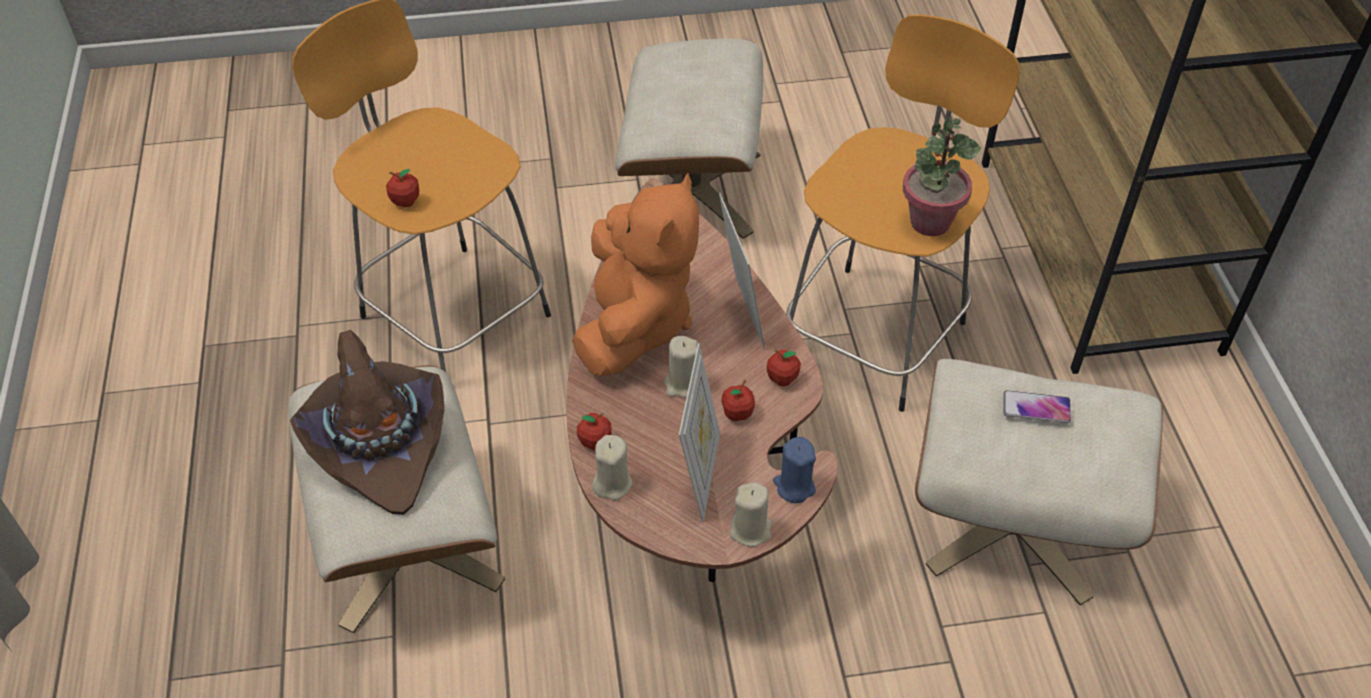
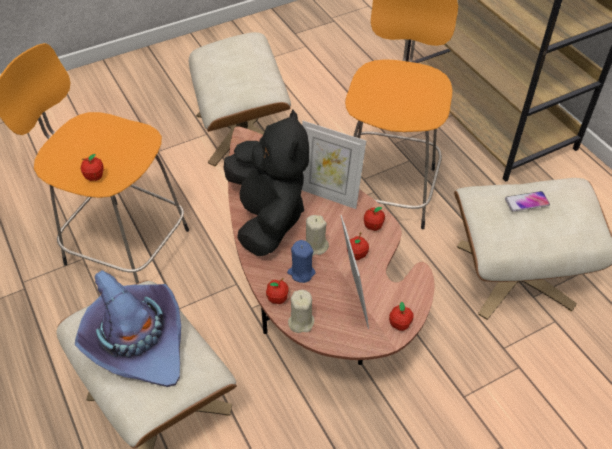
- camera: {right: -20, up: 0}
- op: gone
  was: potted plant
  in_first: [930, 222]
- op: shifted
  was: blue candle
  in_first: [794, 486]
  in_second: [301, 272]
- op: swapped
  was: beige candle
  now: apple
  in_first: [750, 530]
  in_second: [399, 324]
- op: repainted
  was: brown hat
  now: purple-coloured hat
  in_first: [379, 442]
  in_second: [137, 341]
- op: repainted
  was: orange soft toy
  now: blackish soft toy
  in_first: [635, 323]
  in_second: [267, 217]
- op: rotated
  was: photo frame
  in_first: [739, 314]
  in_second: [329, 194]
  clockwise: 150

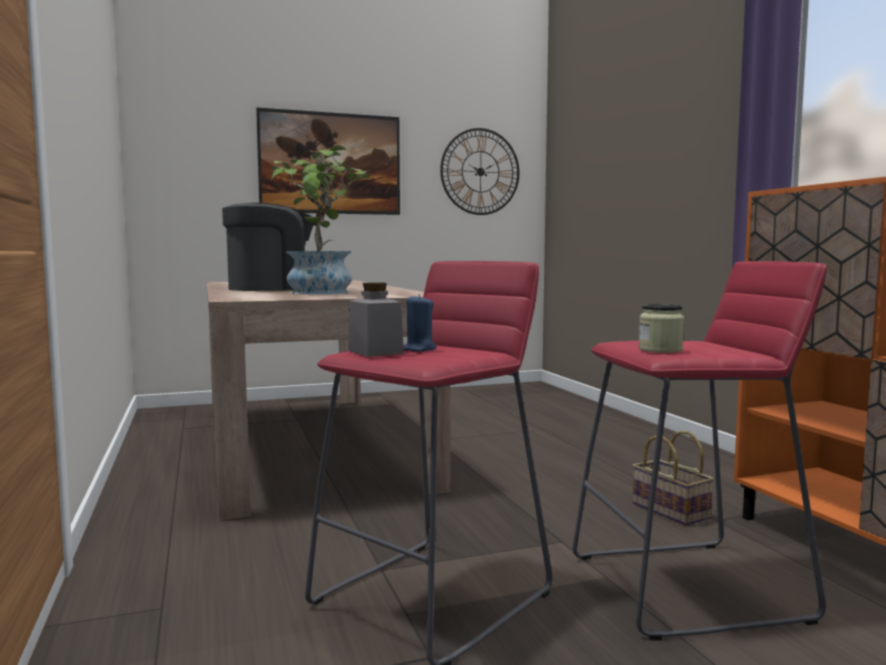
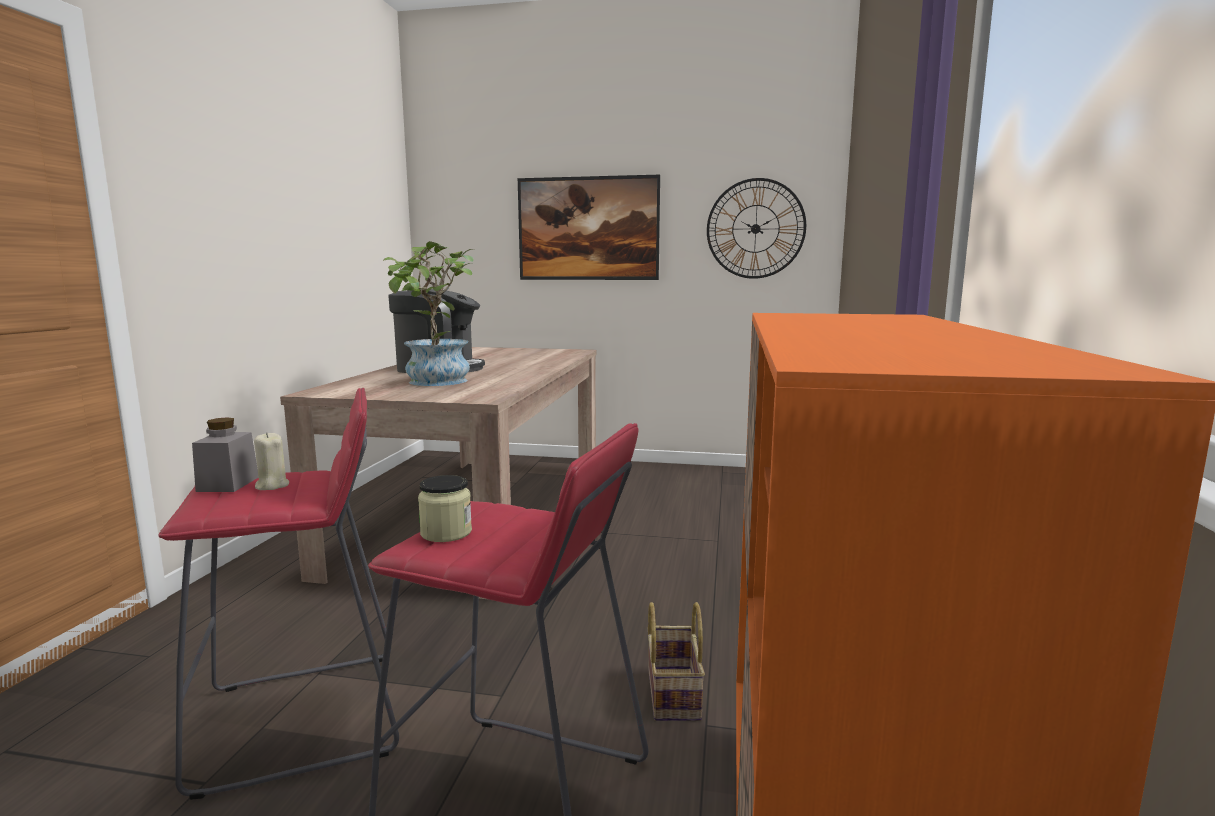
- camera: {right: 30, up: 5}
- op: repainted
  was: blue candle
  now: beige candle
  in_first: [418, 349]
  in_second: [272, 485]

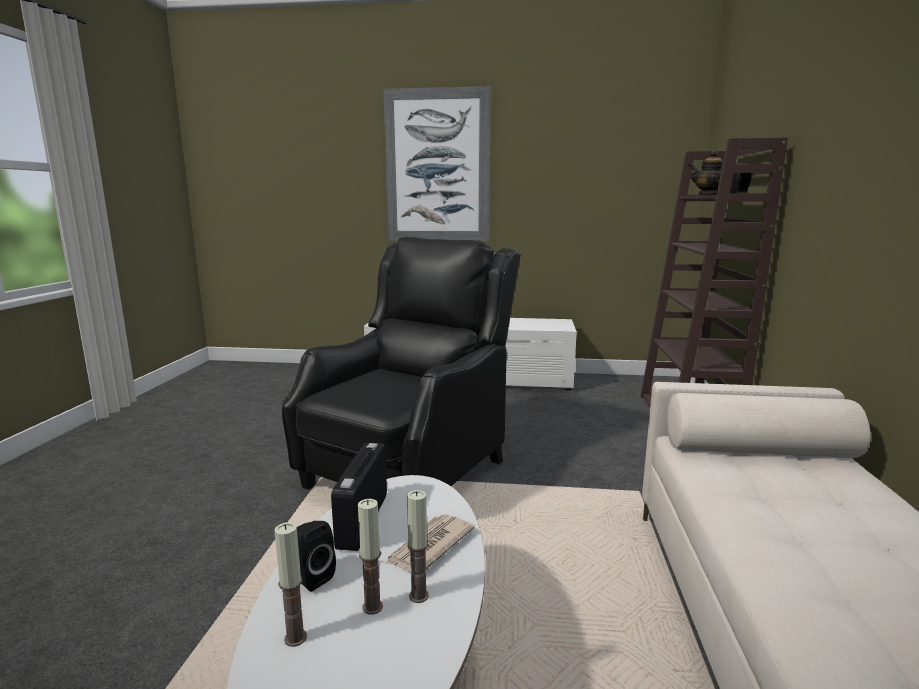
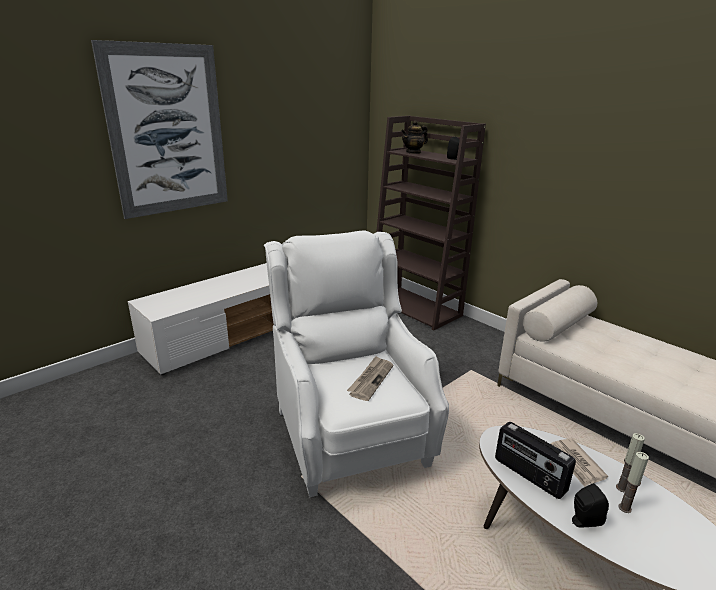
- camera: {right: -50, up: 10}
- op: gone
  was: candle
  in_first: [295, 638]
- op: new
  now: newspaper
  in_second: [371, 379]
- op: repainted
  was: blackish armchair
  now: whitish armchair
  in_first: [410, 470]
  in_second: [349, 433]

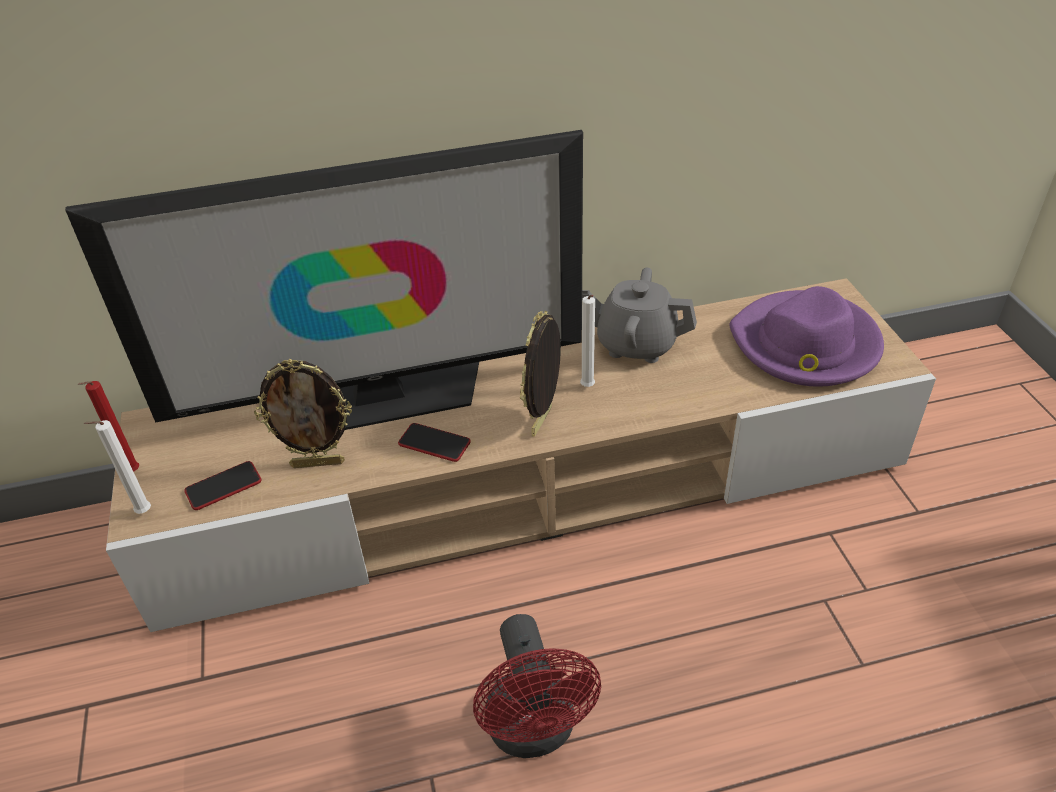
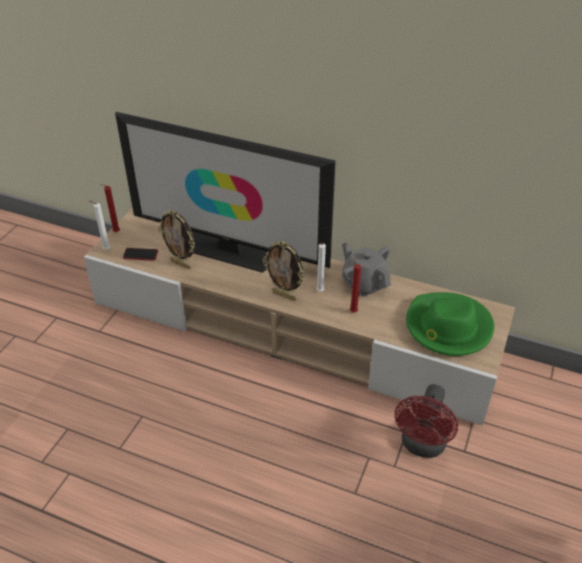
- camera: {right: 35, up: 0}
- op: gone
  was: phone
  in_first: [434, 443]
- op: new
  now: reddish candle
  in_second: [352, 311]
- op: shifted
  was: reddish electric fan
  in_first: [534, 732]
  in_second: [422, 446]
- op: repainted
  was: purple-coloured hat
  now: green-coloured hat
  in_first: [805, 345]
  in_second: [447, 327]
- op: rotated
  was: photo frame
  in_first: [543, 421]
  in_second: [284, 295]
  clockwise: -120

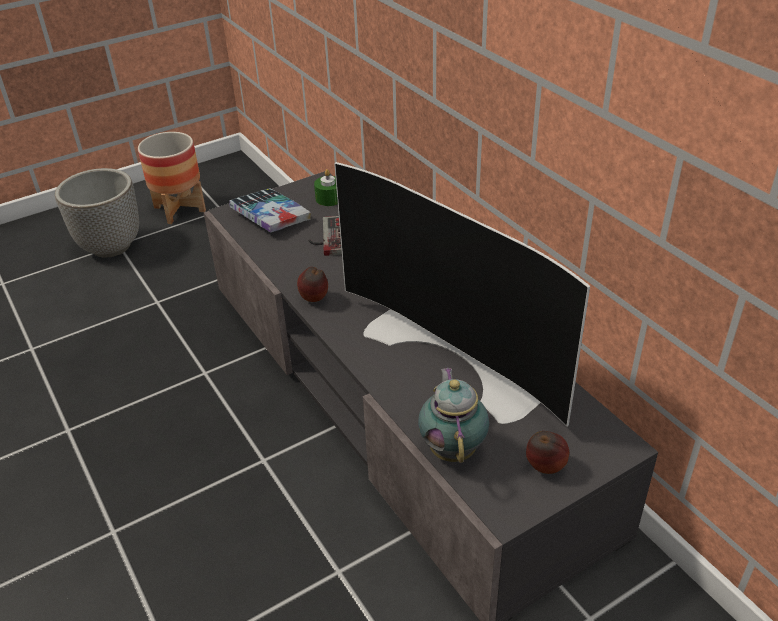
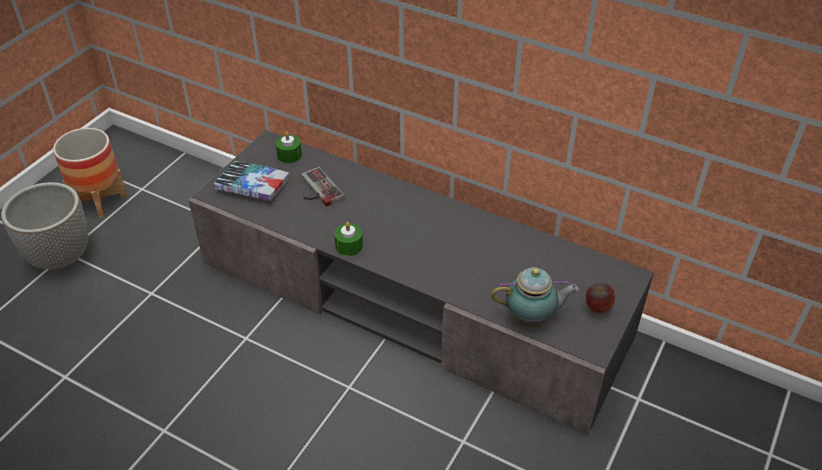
- camera: {right: -30, up: 5}
- op: gone
  was: TV set
  in_first: [459, 354]
- op: swapped
  was: apple
  now: green-coloured candle
  in_first: [314, 300]
  in_second: [349, 246]
- op: rotated
  was: tea pot
  in_first: [453, 448]
  in_second: [531, 319]
  clockwise: 120

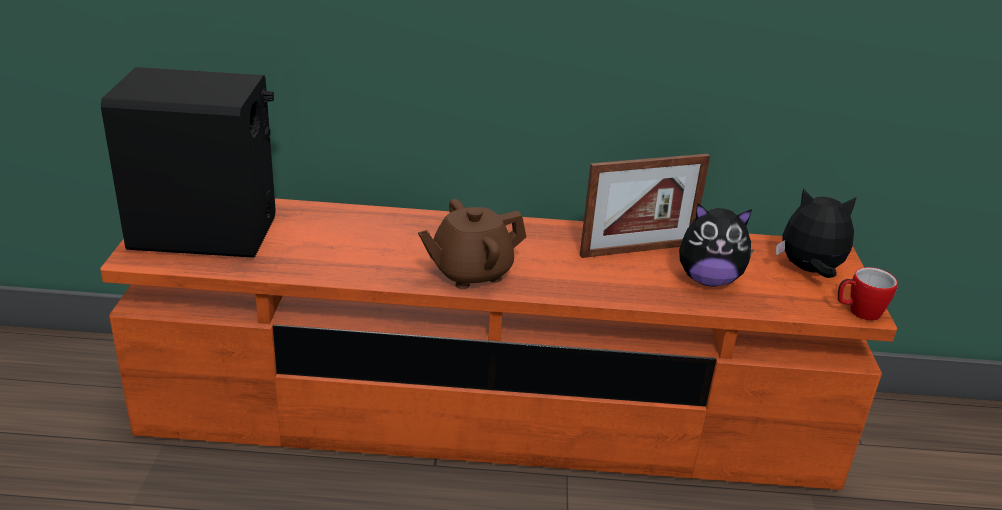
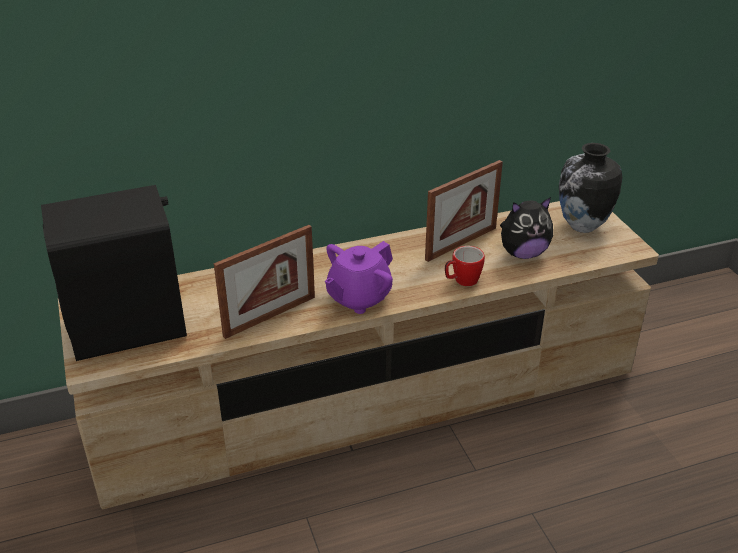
- camera: {right: -20, up: 5}
- op: new
  now: photo frame
  in_second: [270, 316]
- op: shifted
  was: mug
  in_first: [858, 312]
  in_second: [462, 281]
- op: swapped
  was: soft toy
  now: flower vase
  in_first: [809, 271]
  in_second: [582, 226]
- op: repainted
  was: orange tv unit
  now: beige tv unit
  in_first: [490, 415]
  in_second: [369, 397]
- op: repainted
  was: brown tea pot
  now: purple-coloured tea pot
  in_first: [470, 272]
  in_second: [358, 298]

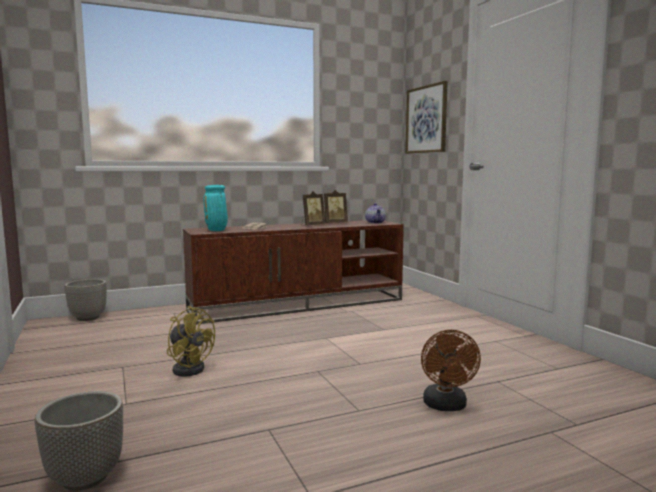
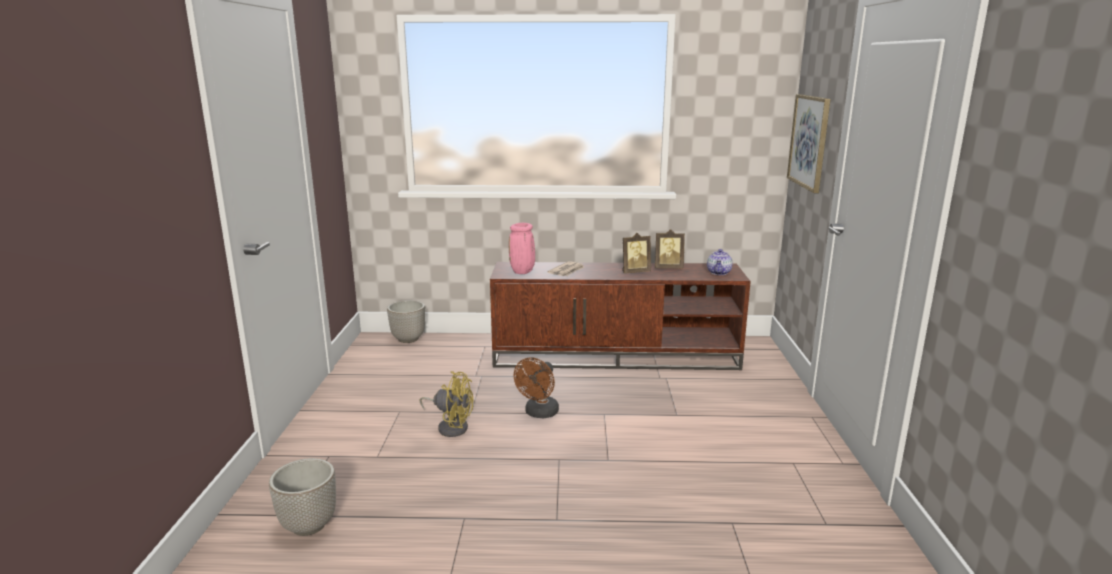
- camera: {right: 25, up: 10}
- op: shifted
  was: brown electric fan
  in_first: [446, 406]
  in_second: [539, 413]
- op: repainted
  was: turquoise flower vase
  now: pink flower vase
  in_first: [217, 230]
  in_second: [522, 272]
- op: rotated
  was: yellow-coloured electric fan
  in_first: [189, 368]
  in_second: [451, 426]
  clockwise: -45

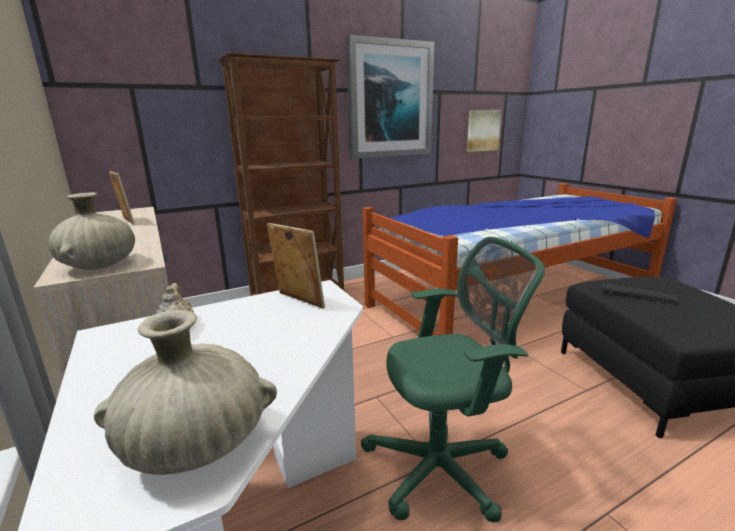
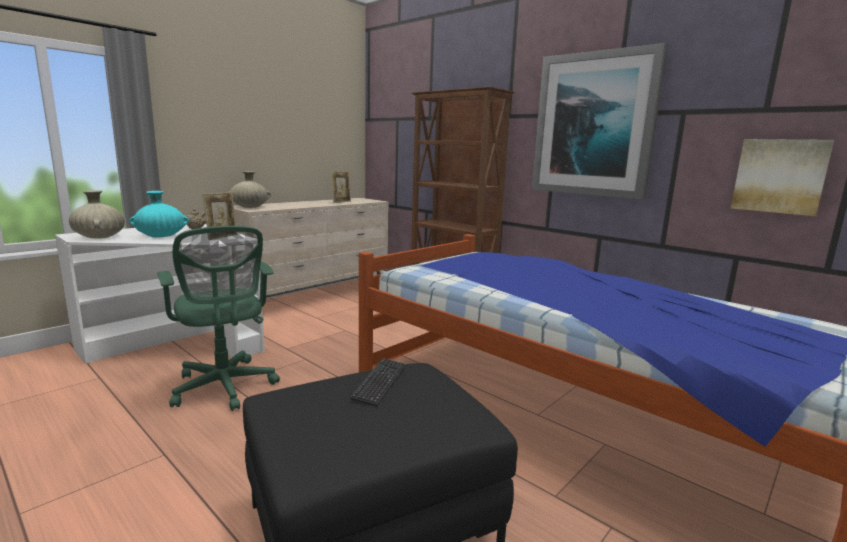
- camera: {right: 70, up: -5}
- op: new
  now: turquoise flower vase
  in_second: [161, 236]

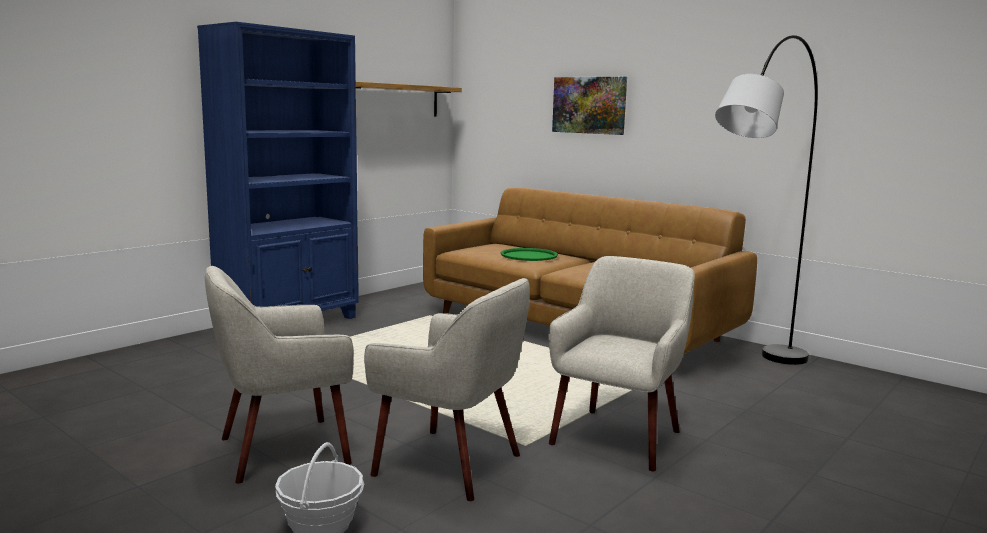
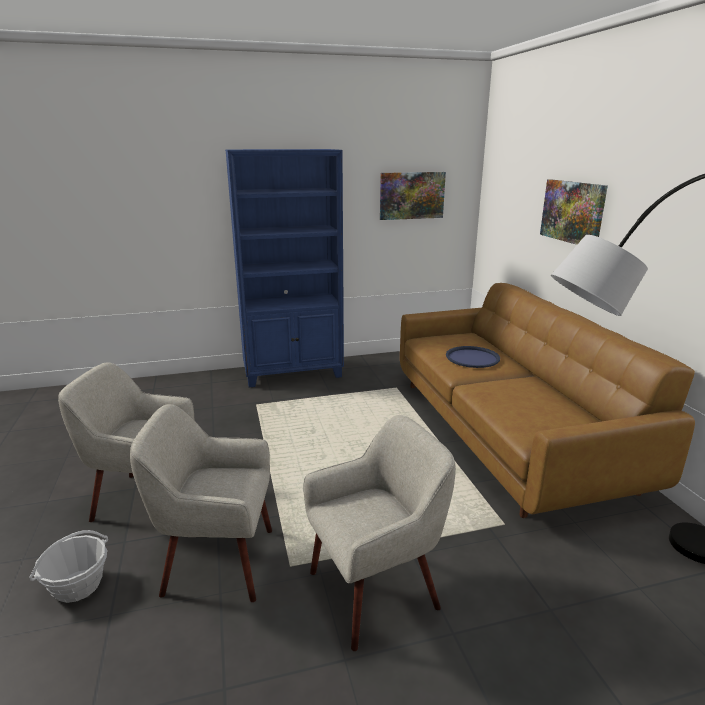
- camera: {right: 35, up: 10}
- op: swapped
  was: bracket shelf
  now: wall picture
  in_first: [393, 100]
  in_second: [411, 195]
- op: repainted
  was: green-coloured carrying tray
  now: blue carrying tray
  in_first: [529, 255]
  in_second: [472, 358]
- op: rotated
  was: beige armchair
  in_first: [450, 464]
  in_second: [217, 562]
  clockwise: 120

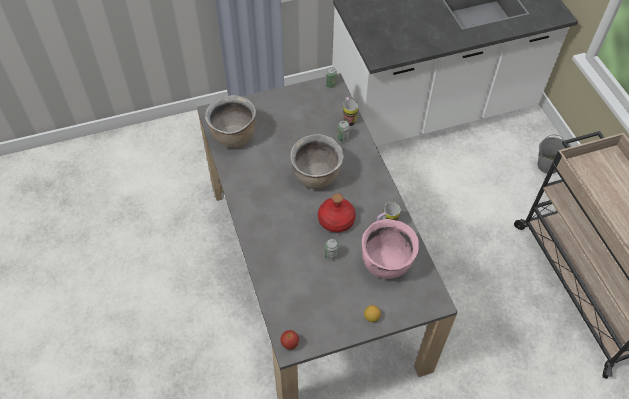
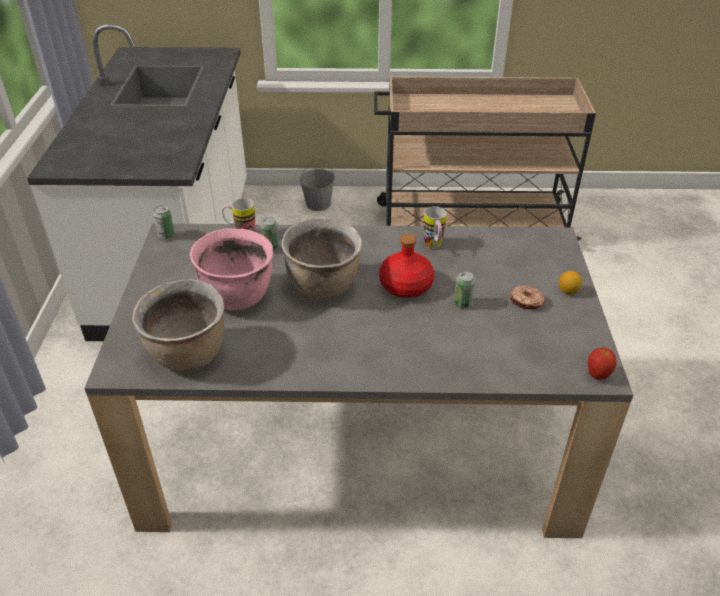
- camera: {right: -70, up: -15}
- op: new
  now: doughnut
  in_second: [526, 302]
- op: shifted
  was: pink saucepot
  in_first: [386, 264]
  in_second: [238, 297]

